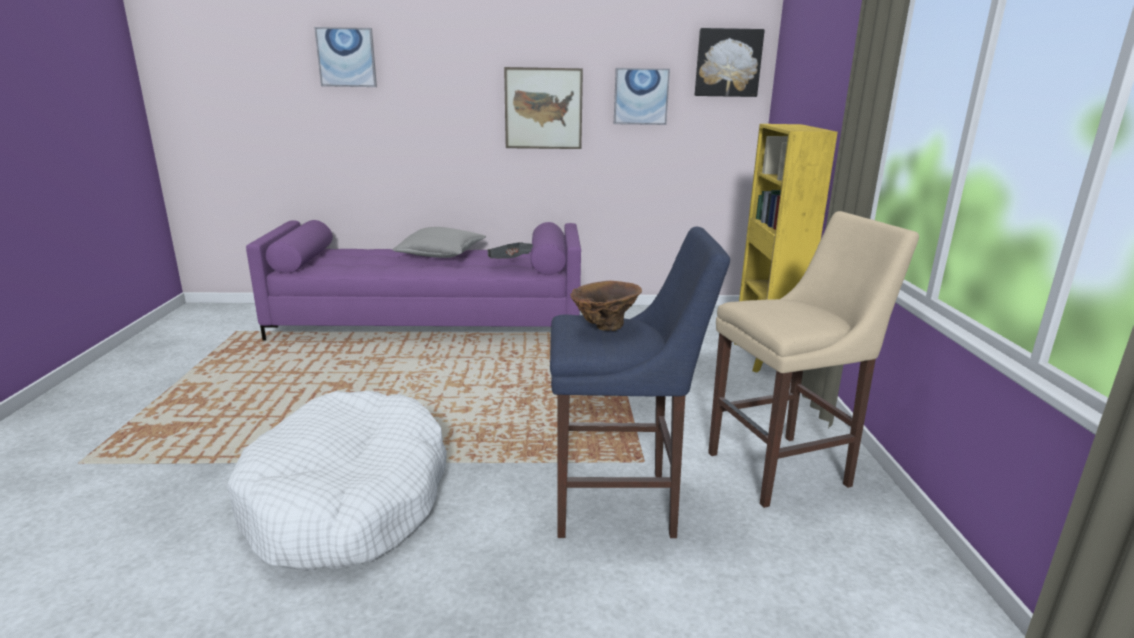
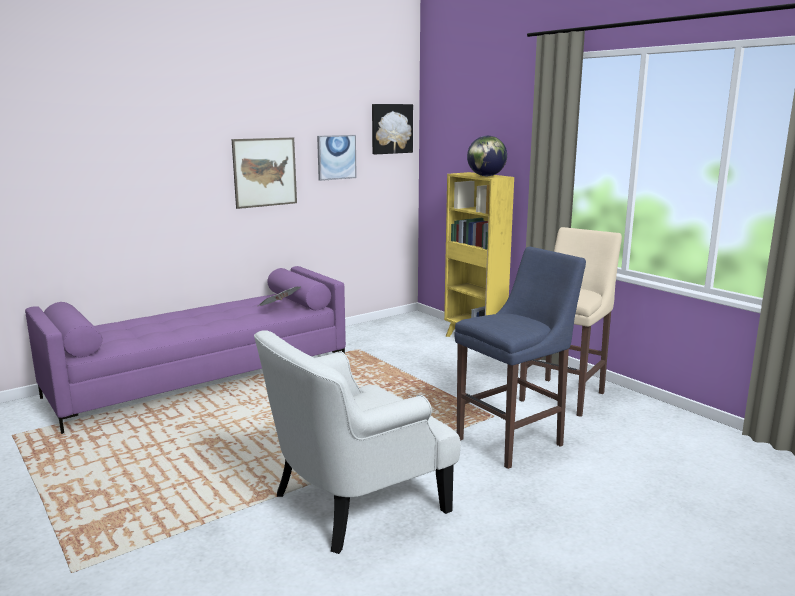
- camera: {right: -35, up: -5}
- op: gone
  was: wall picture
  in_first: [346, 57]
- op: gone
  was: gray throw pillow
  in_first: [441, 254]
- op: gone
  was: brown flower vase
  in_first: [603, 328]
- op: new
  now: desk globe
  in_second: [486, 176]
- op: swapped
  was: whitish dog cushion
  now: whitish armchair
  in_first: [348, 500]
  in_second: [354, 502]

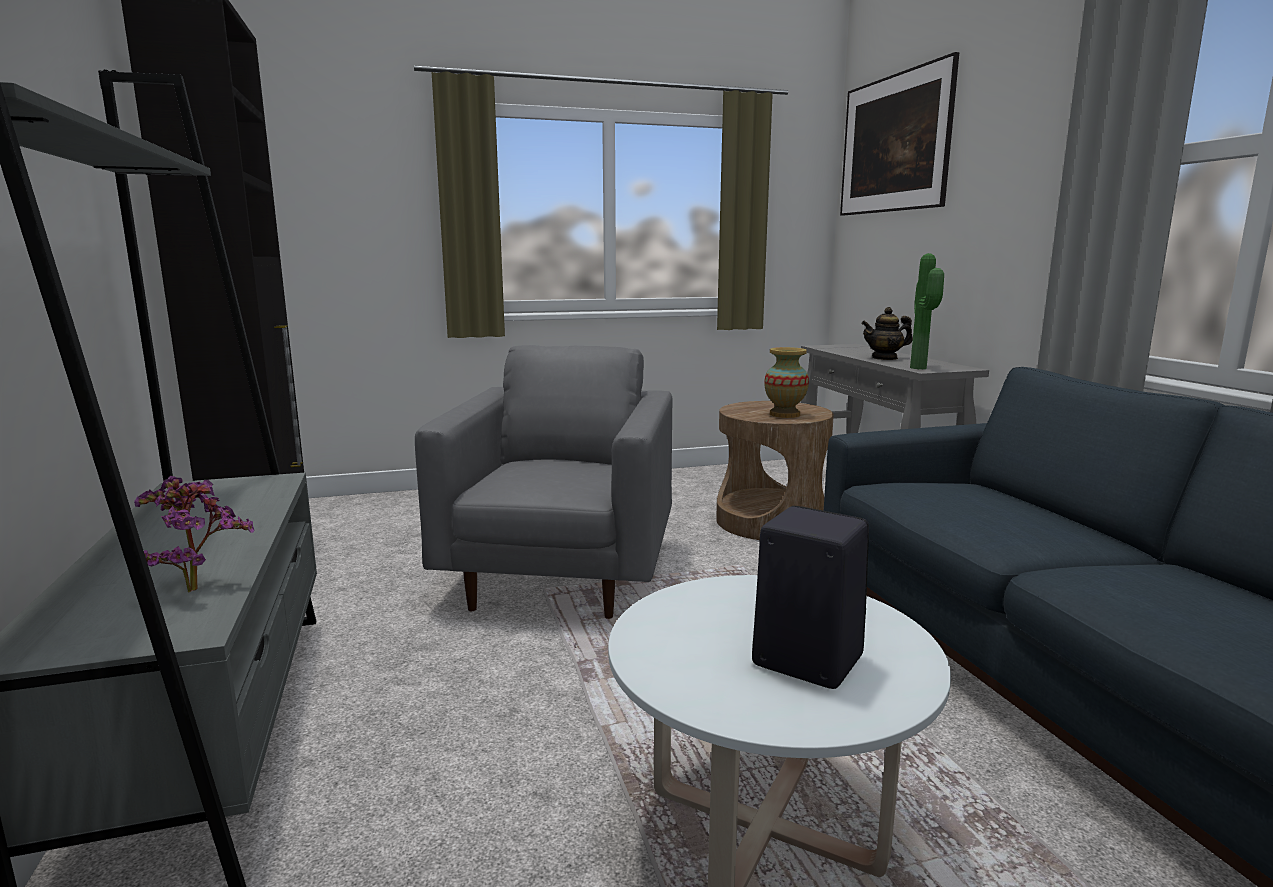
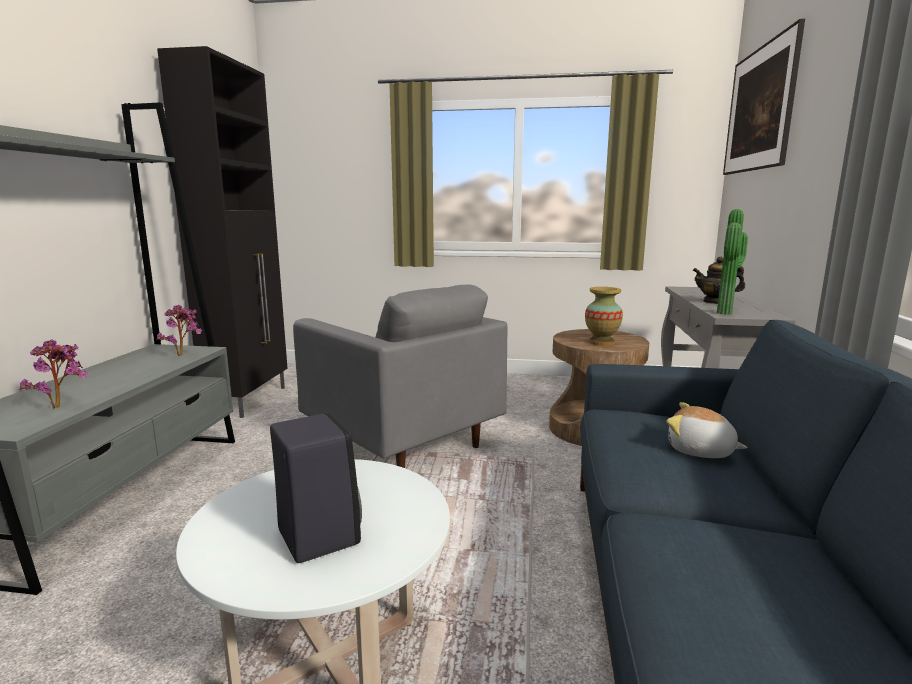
- camera: {right: 25, up: 0}
- op: new
  now: potted plant
  in_second: [183, 354]
- op: new
  now: soft toy
  in_second: [700, 451]
- op: rotated
  was: gray armchair
  in_first: [562, 574]
  in_second: [400, 441]
  clockwise: 105

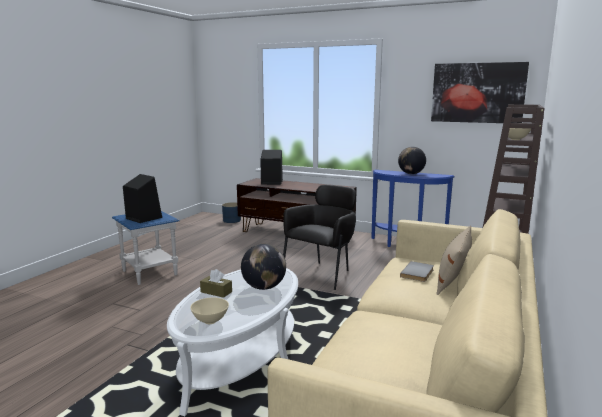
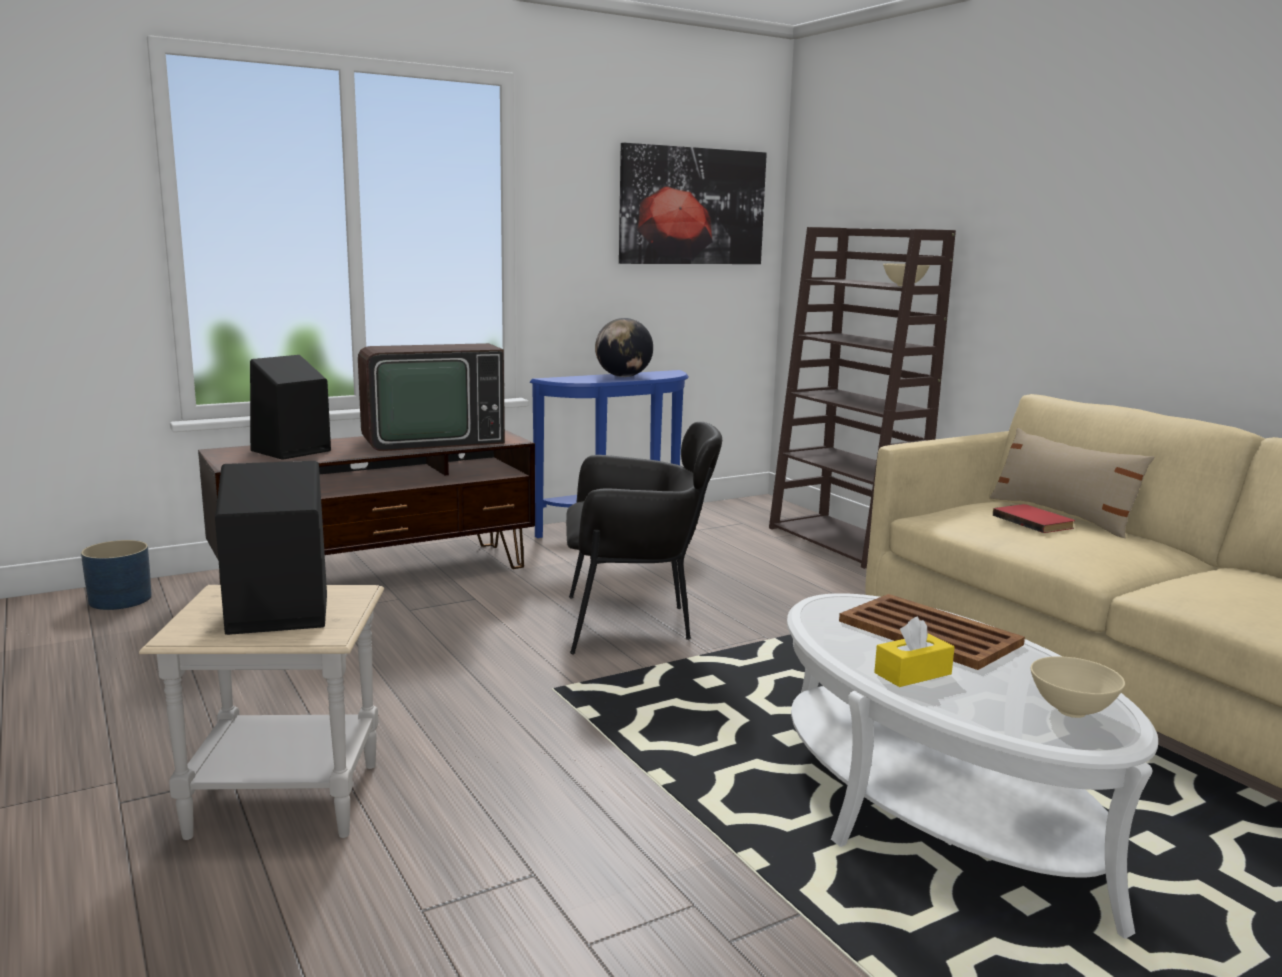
- camera: {right: -55, up: 0}
- op: new
  now: TV set
  in_second: [430, 440]
- op: swapped
  was: desk globe
  now: brown carrying tray
  in_first: [264, 287]
  in_second: [927, 632]
- op: repainted
  was: blue accent table
  now: beige accent table
  in_first: [150, 273]
  in_second: [287, 799]
- op: repainted
  was: brown tissue box
  now: yellow-coloured tissue box
  in_first: [216, 292]
  in_second: [912, 673]
- op: repainted
  was: gray book
  now: reddish book
  in_first: [418, 273]
  in_second: [1034, 521]
- op: rotated
  was: blackish armchair
  in_first: [322, 273]
  in_second: [634, 623]
  clockwise: 105

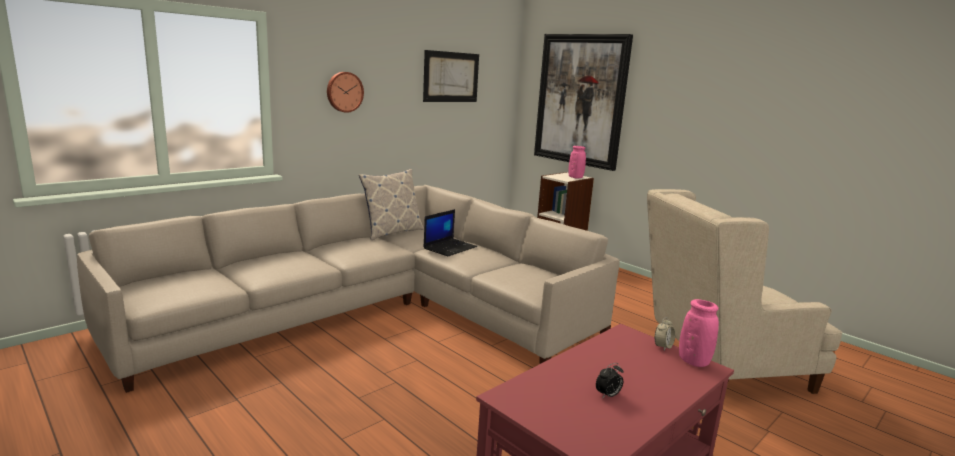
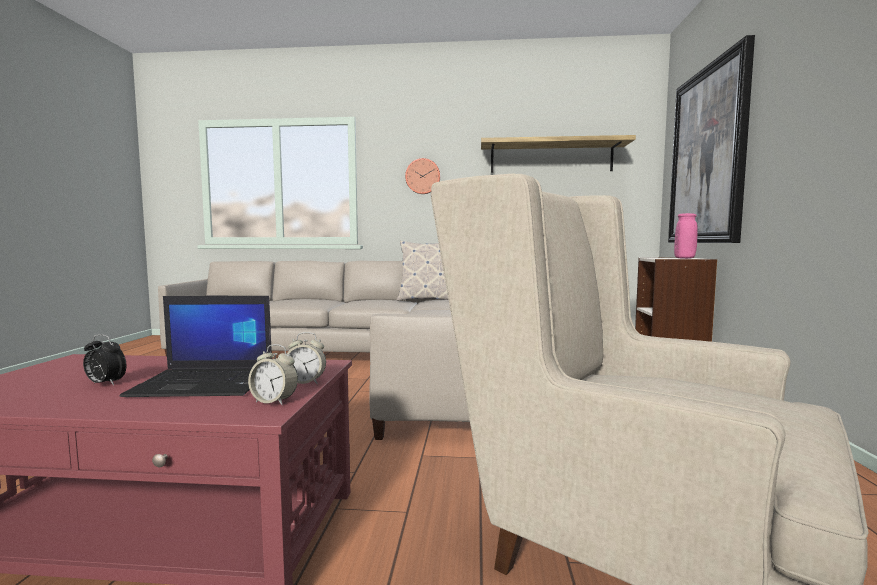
- camera: {right: 50, up: -10}
- op: shifted
  was: portable computer
  in_first: [450, 247]
  in_second: [206, 383]
- op: swapped
  was: wall picture
  now: bracket shelf
  in_first: [451, 77]
  in_second: [551, 158]
- op: swapped
  was: pink flower vase
  now: table clock
  in_first: [693, 361]
  in_second: [274, 401]

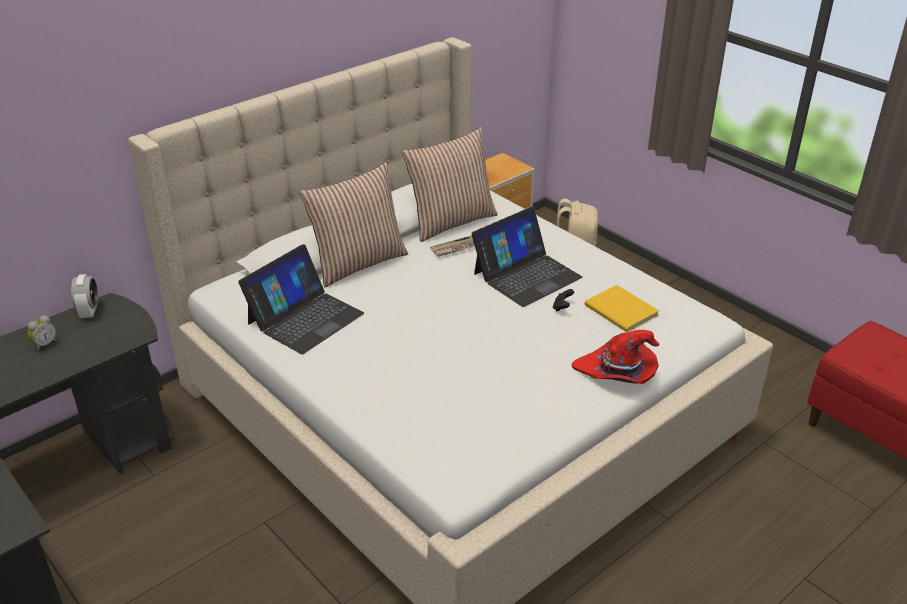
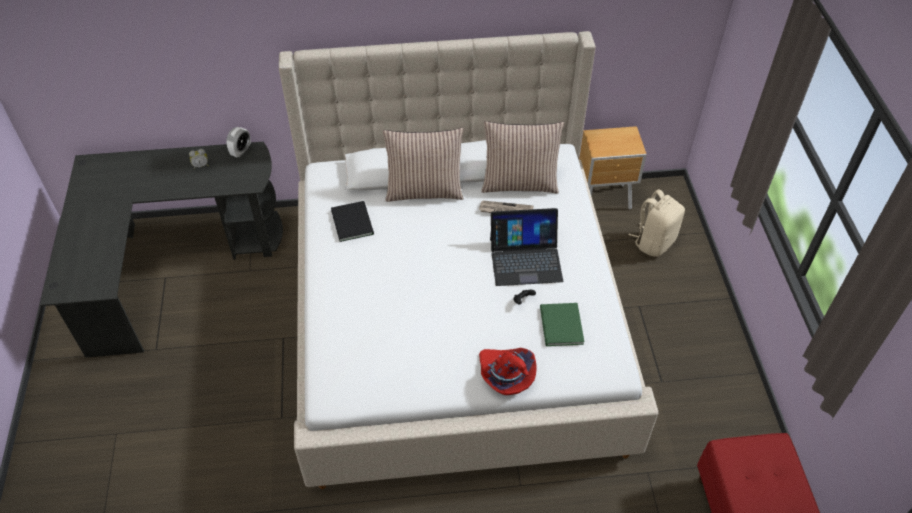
- camera: {right: 35, up: 15}
- op: swapped
  was: portable computer
  now: blackish book
  in_first: [305, 318]
  in_second: [353, 221]
- op: repainted
  was: yellow-coloured book
  now: green-coloured book
  in_first: [621, 312]
  in_second: [560, 327]

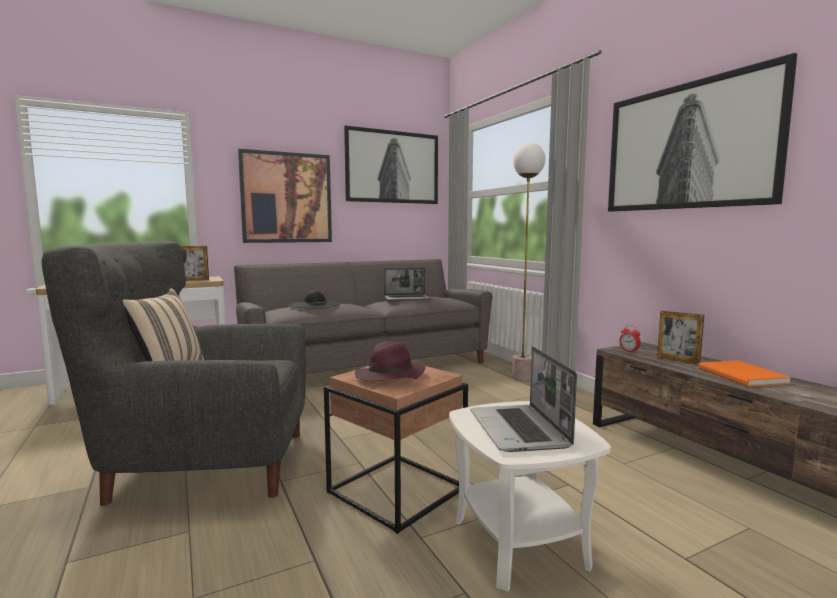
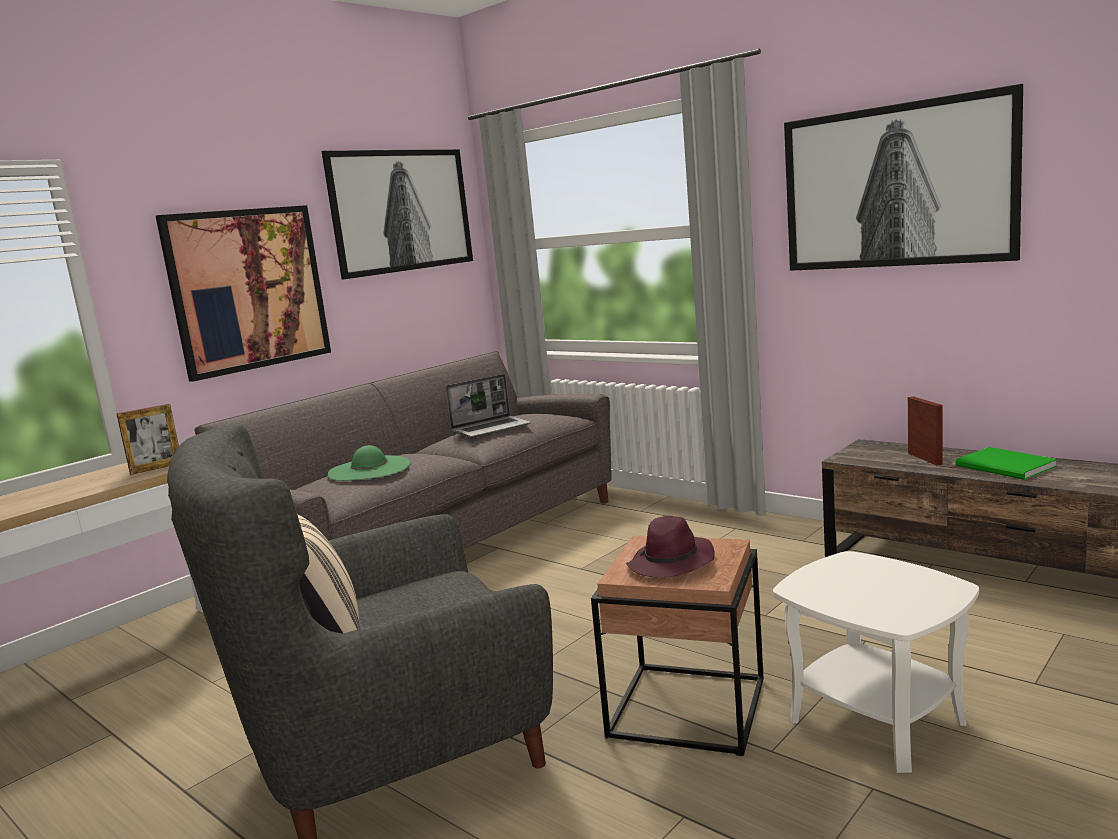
- camera: {right: -20, up: 5}
- op: gone
  was: portable computer
  in_first: [520, 430]
- op: gone
  was: floor lamp
  in_first: [522, 377]
- op: gone
  was: table clock
  in_first: [629, 351]
- op: repainted
  was: blackish hat
  now: green-coloured hat
  in_first: [314, 305]
  in_second: [369, 469]
- op: repainted
  was: orange book
  now: green-coloured book
  in_first: [742, 376]
  in_second: [1006, 467]
- op: rotated
  was: photo frame
  in_first: [678, 360]
  in_second: [924, 459]
  clockwise: -120

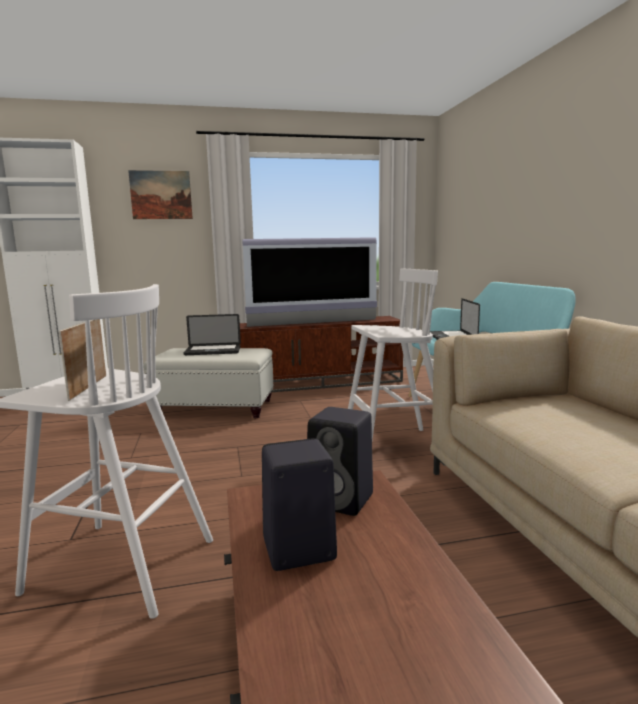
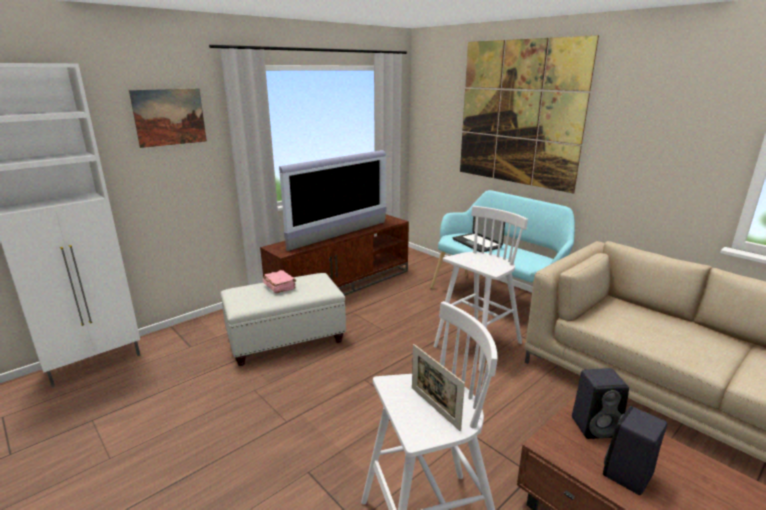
- camera: {right: -30, up: 10}
- op: new
  now: wall picture
  in_second: [519, 114]
- op: swapped
  was: portable computer
  now: pink book
  in_first: [213, 351]
  in_second: [279, 287]

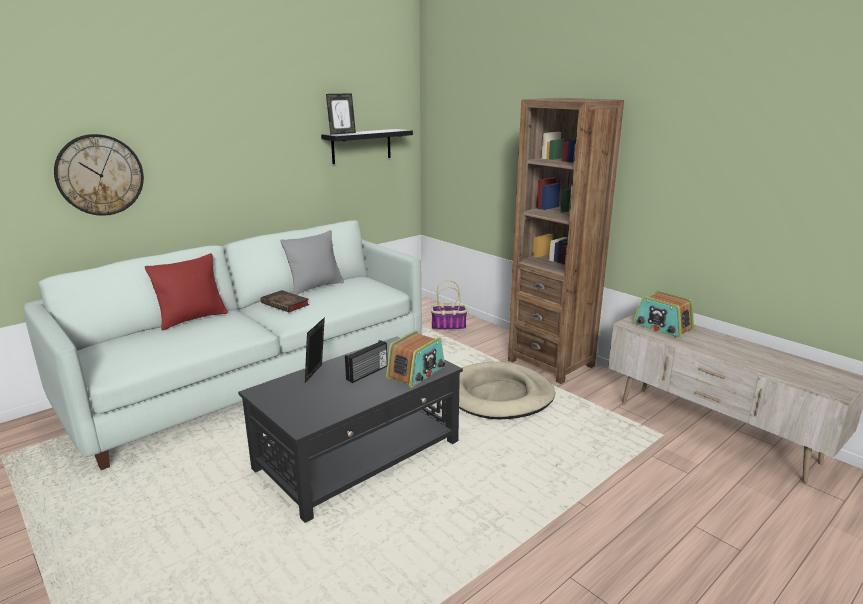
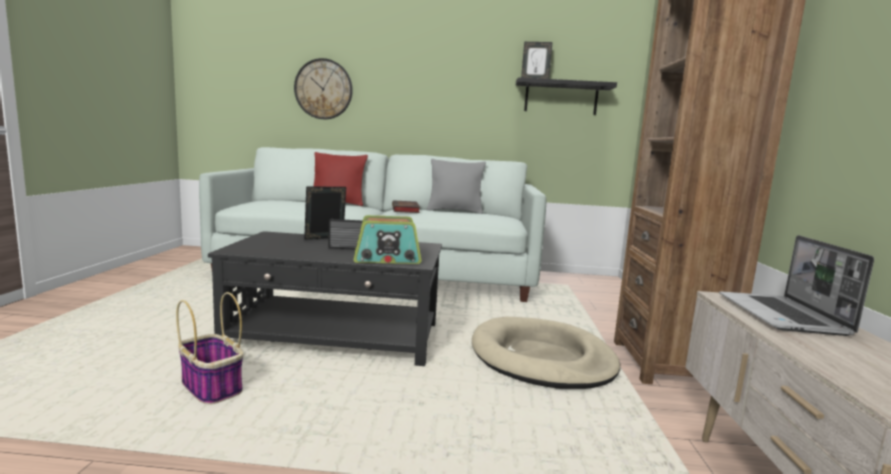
- camera: {right: 45, up: -10}
- op: shifted
  was: household basket
  in_first: [449, 327]
  in_second: [212, 387]
- op: swapped
  was: radio receiver
  now: portable computer
  in_first: [662, 327]
  in_second: [782, 315]

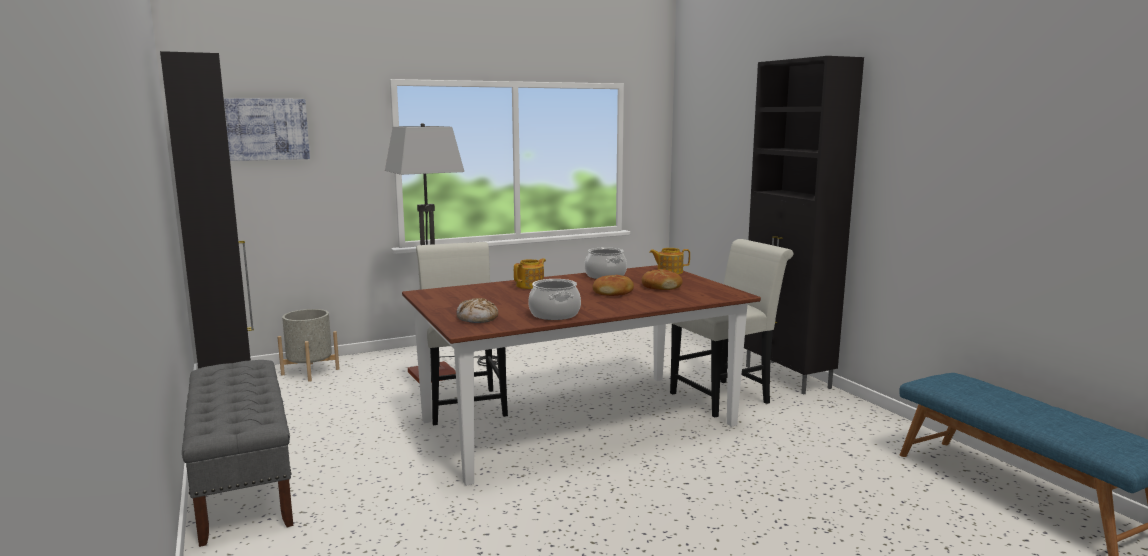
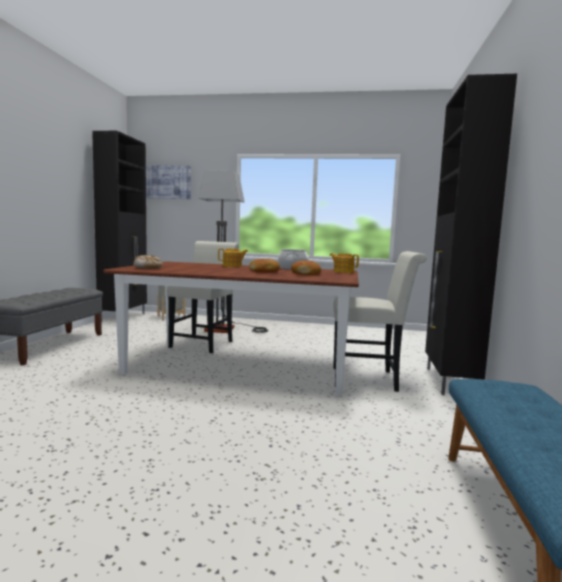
- camera: {right: 35, up: -5}
- op: gone
  was: saucepot
  in_first: [554, 314]

